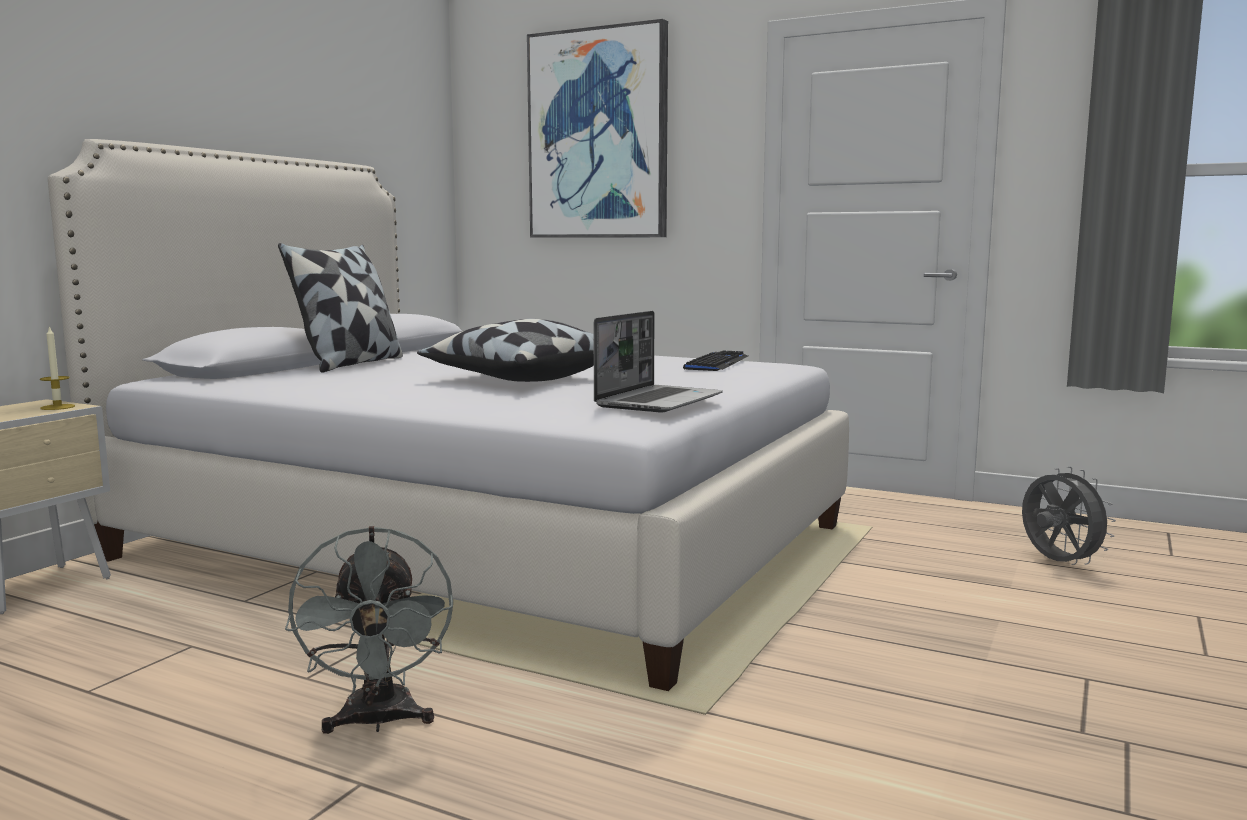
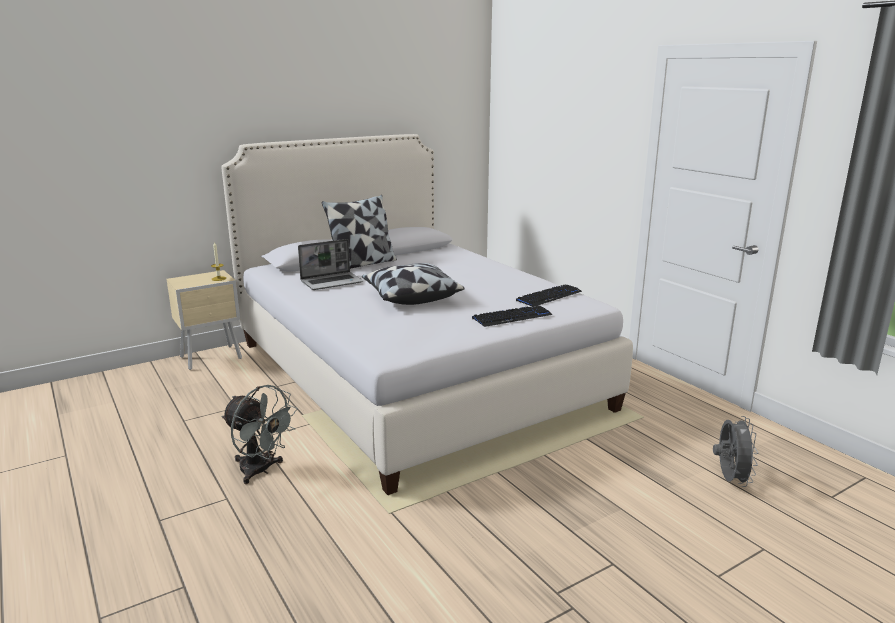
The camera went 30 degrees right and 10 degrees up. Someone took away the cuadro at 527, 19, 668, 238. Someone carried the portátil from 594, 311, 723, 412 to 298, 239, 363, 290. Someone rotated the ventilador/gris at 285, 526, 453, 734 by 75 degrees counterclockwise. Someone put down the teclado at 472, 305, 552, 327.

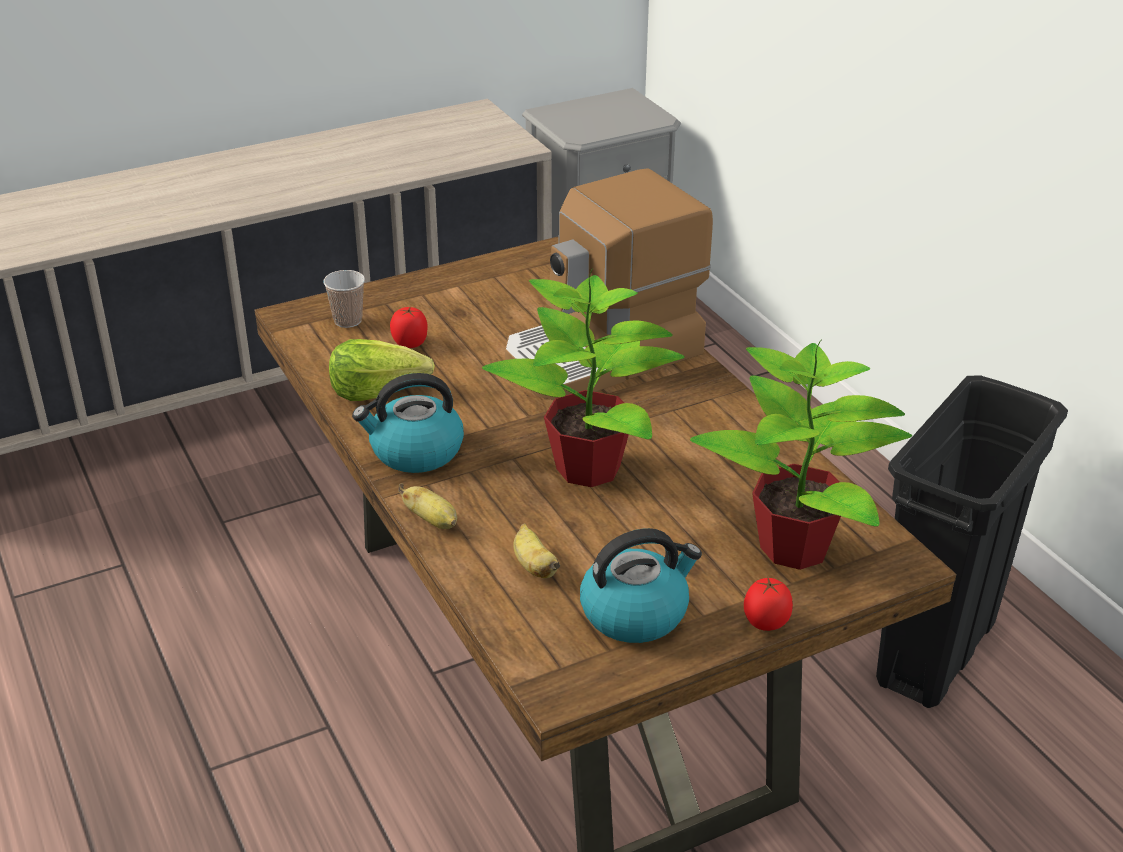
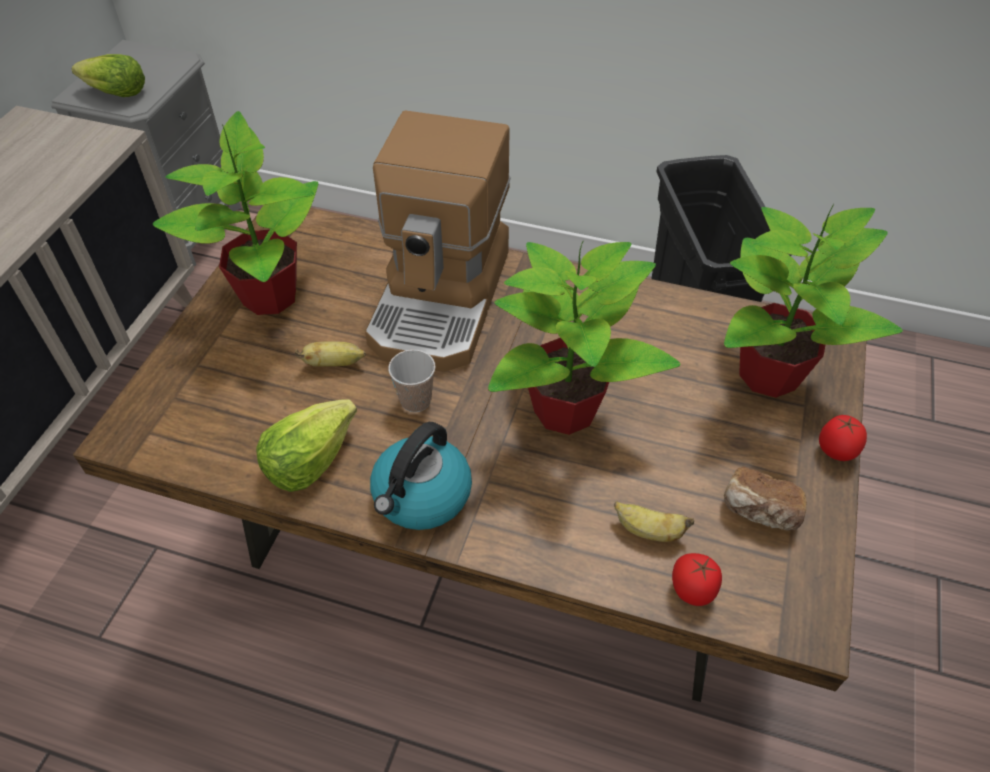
The camera went 45 degrees left and 15 degrees up. Someone carried the taza from 323, 270, 365, 328 to 388, 350, 435, 412. Someone carried the tomate from 390, 307, 428, 348 to 672, 553, 722, 606. Someone carried the plátano from 398, 483, 457, 529 to 295, 341, 366, 366. Someone swapped the hervidor at 580, 528, 702, 643 for the pan at 724, 467, 806, 531. Someone put down the lechuga at 71, 54, 145, 97. Someone put down the planta en maceta at 153, 111, 318, 315.

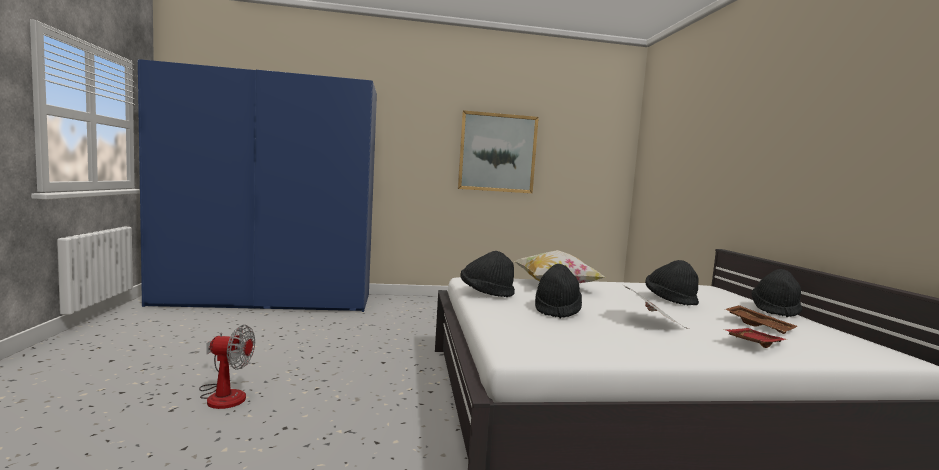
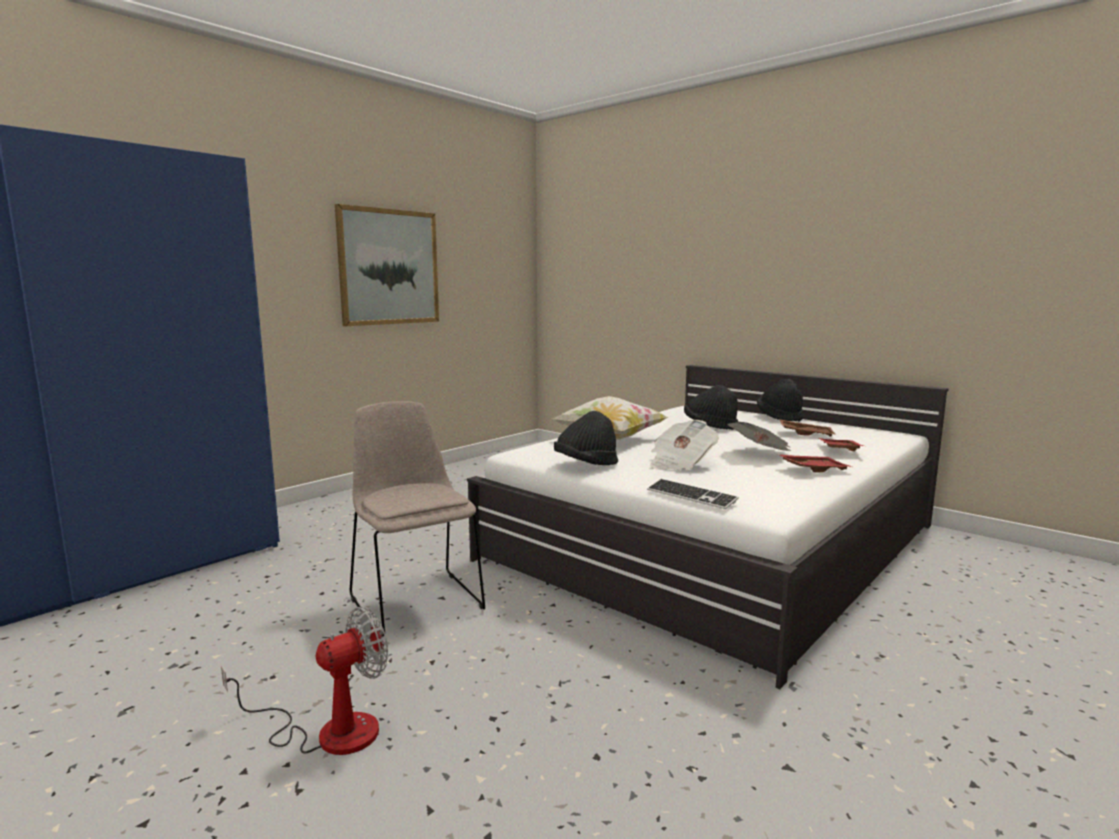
The camera went 40 degrees left and 5 degrees up. Someone swapped the sombrero/negro at 535, 264, 582, 318 for the periódico at 650, 420, 719, 470. Someone put down the silla/beis at 350, 401, 485, 636. Someone put down the bandeja/rojo at 778, 454, 852, 472. Someone put down the teclado at 647, 479, 739, 509.

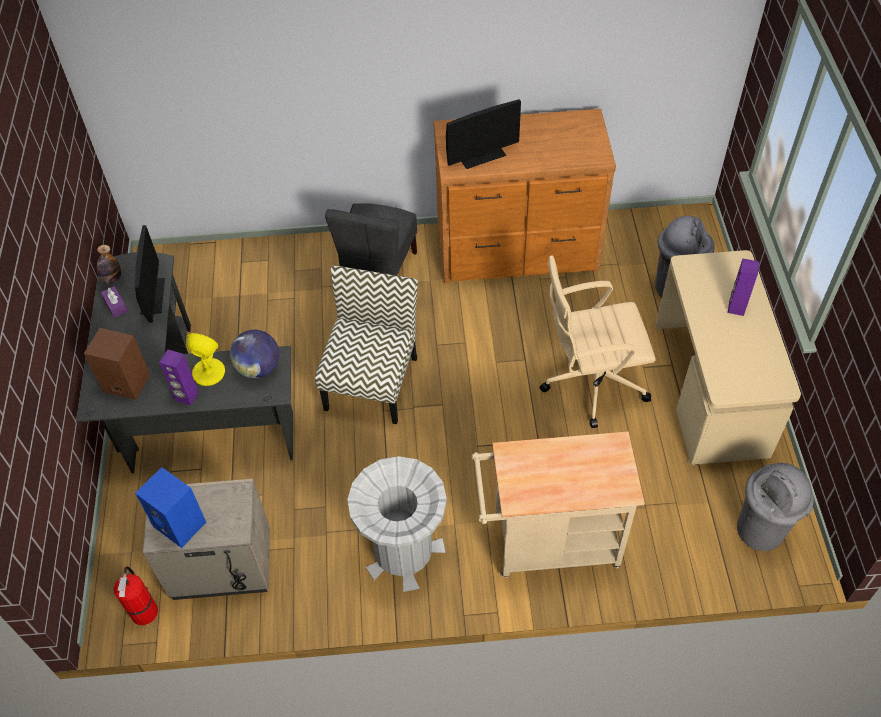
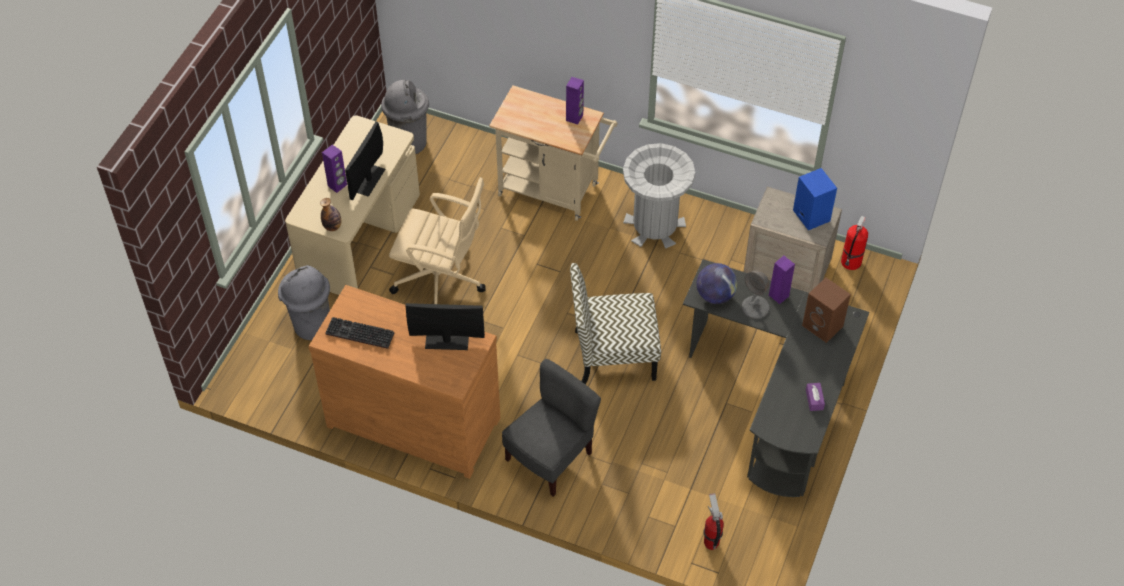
The camera went 155 degrees left and 0 degrees up. Someone carried the monitor from 135, 225, 165, 323 to 345, 121, 385, 200. Someone carried the botella from 97, 245, 121, 284 to 320, 198, 341, 231. Someone rotated the silla at 315, 266, 418, 424 by 45 degrees clockwise. Someone repainted the lámpara de mesa/amarillo at 187, 333, 225, 386, which became the lámpara de mesa/gris at 742, 270, 770, 319. Someone put down the altavoz/morado at 566, 77, 584, 124. Someone put down the teclado at 325, 317, 394, 349. Someone put down the extintor at 703, 493, 724, 550.

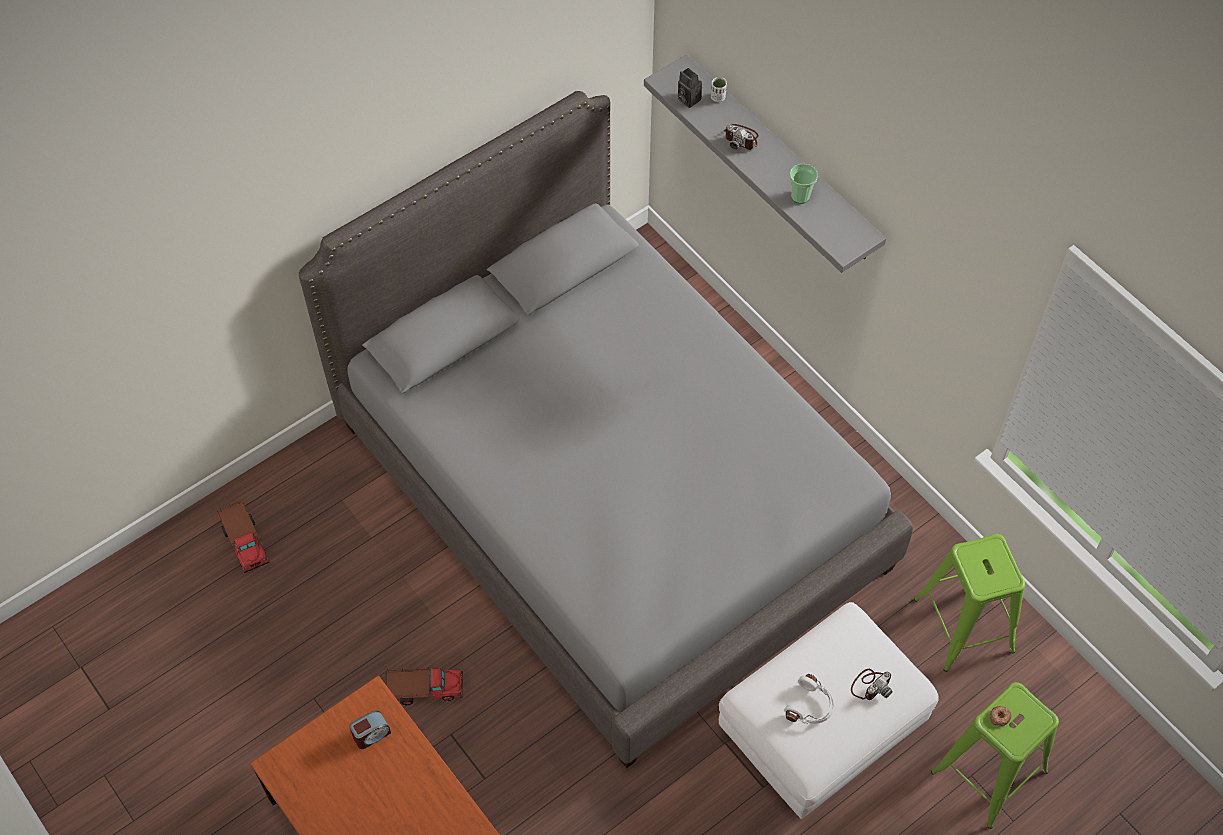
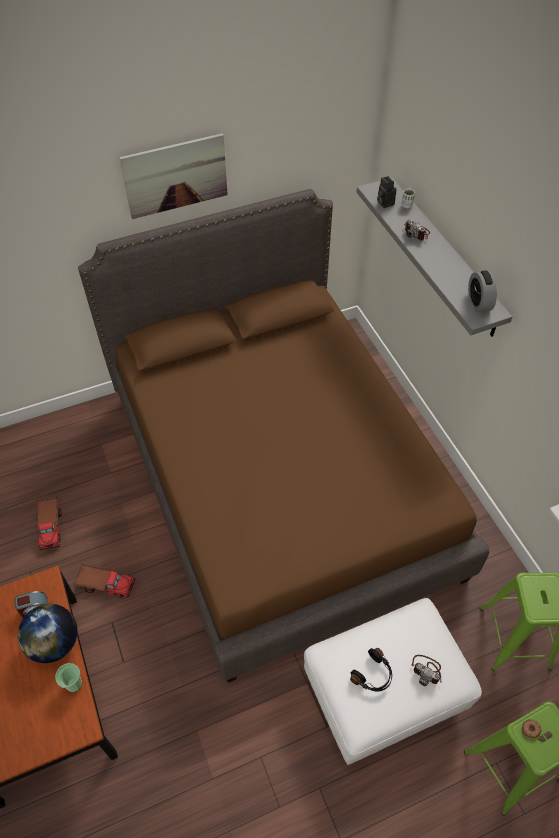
The camera went 15 degrees right and 5 degrees down. Someone repainted the cama/gris at 299, 91, 913, 768, which became the cama/marrón at 78, 189, 489, 683. Someone carried the taza from 789, 164, 818, 204 to 55, 663, 82, 692. Someone carried the camión de juguete from 217, 500, 270, 573 to 36, 496, 62, 550. Someone rotated the cámara at 851, 669, 893, 700 by 60 degrees clockwise. Someone repainted the auriculares/blanco at 784, 674, 834, 724, which became the auriculares/negro at 350, 648, 392, 691. Someone put up the cuadro at 119, 133, 228, 219. Someone put down the despertador at 468, 270, 497, 312. Someone put down the globo terráqueo at 18, 604, 78, 663.

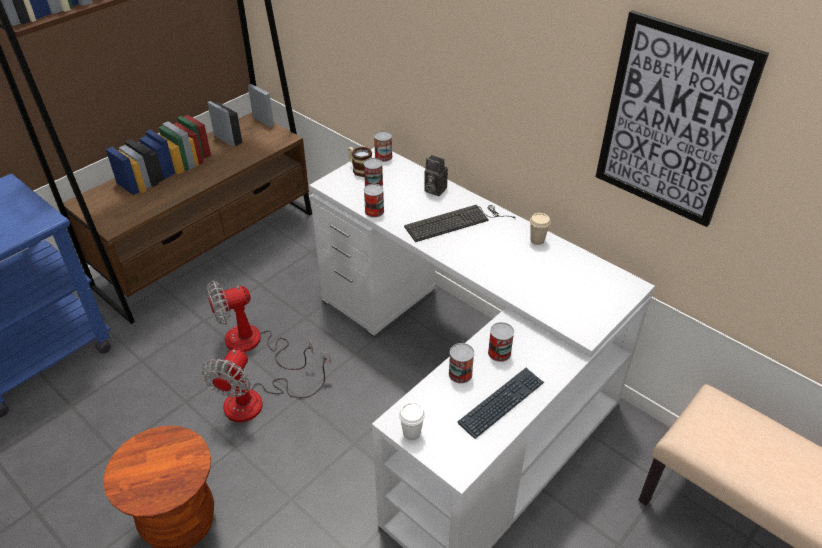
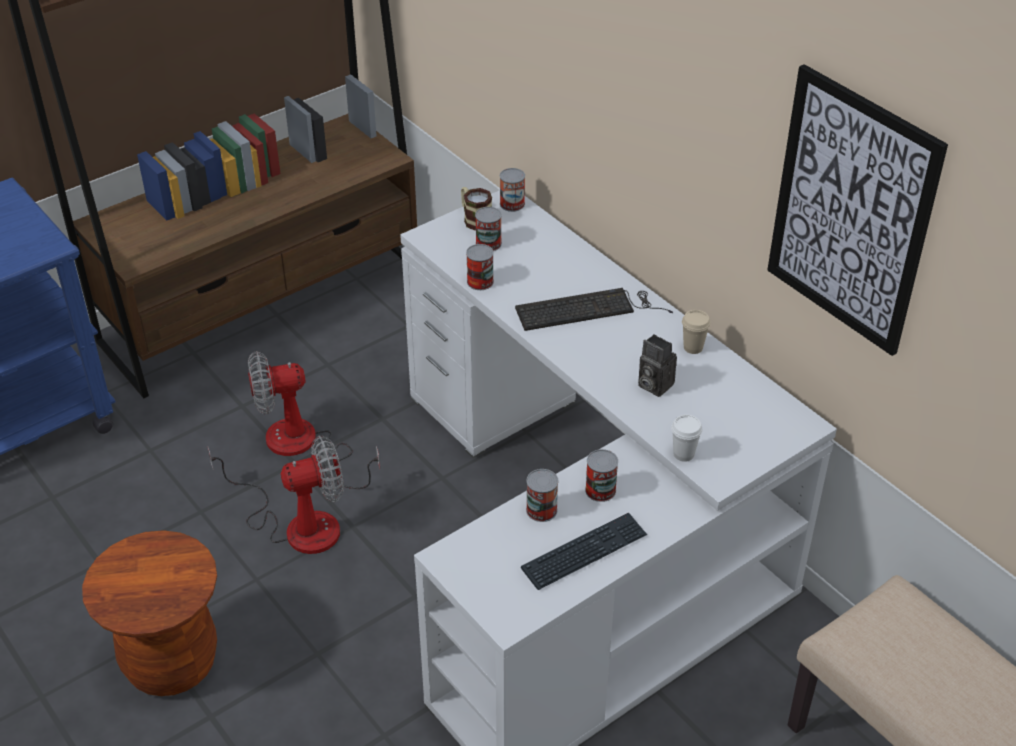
The camera went 10 degrees right and 0 degrees up. Someone carried the cámara from 424, 155, 448, 196 to 638, 334, 677, 397. Someone rotated the ventilador at 201, 349, 331, 422 by 135 degrees counterclockwise. Someone carried the taza/blanco from 399, 402, 425, 440 to 671, 414, 702, 462.

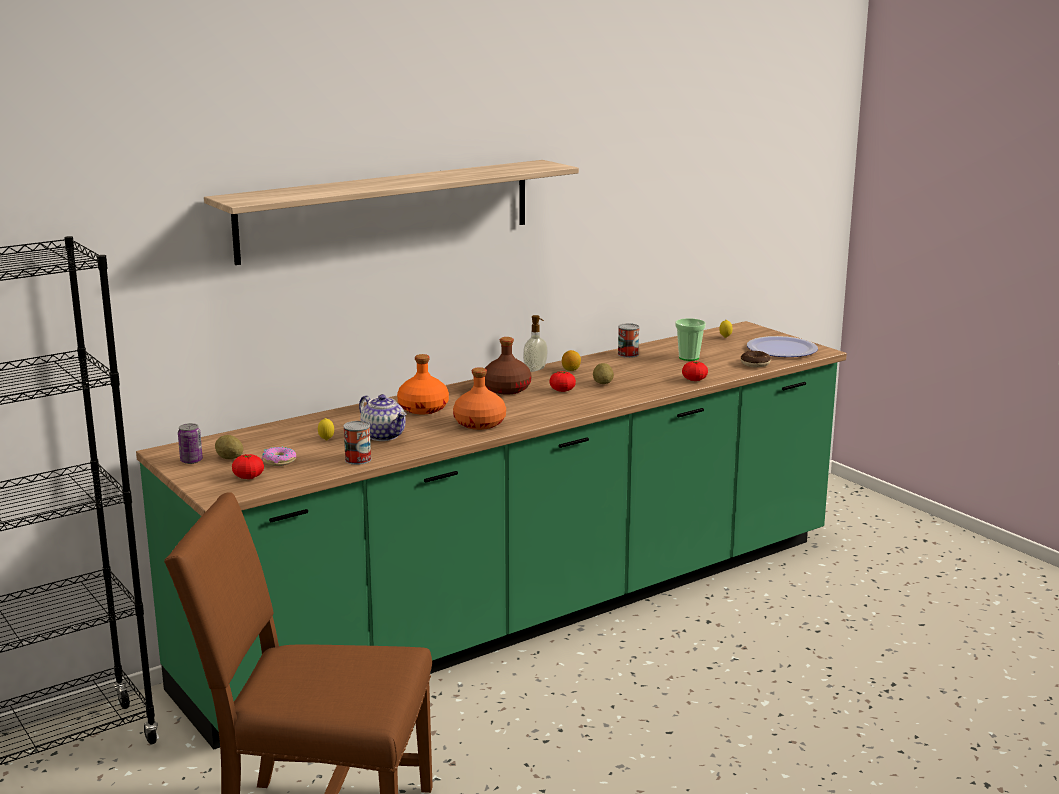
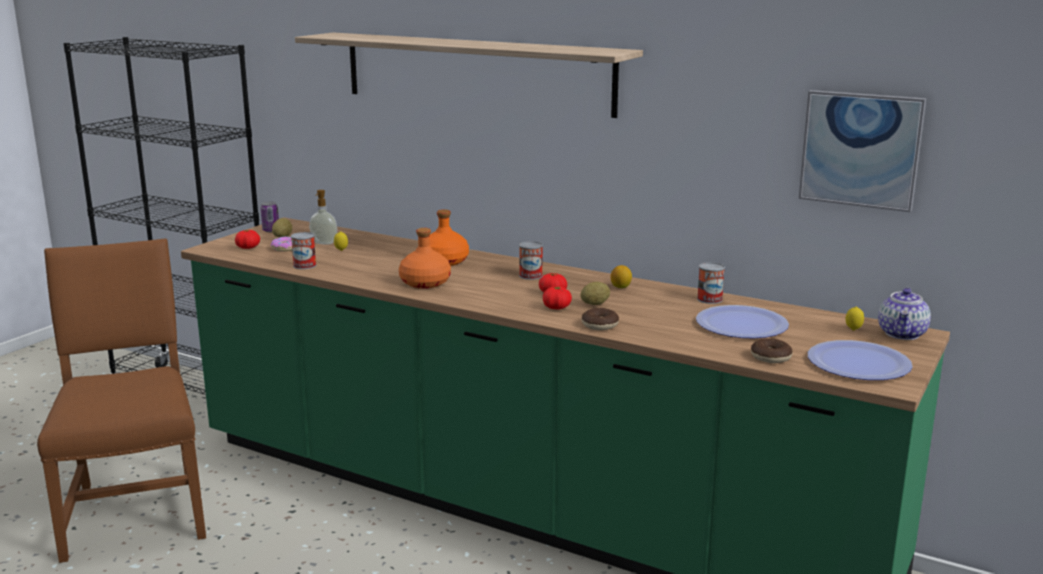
The camera went 65 degrees right and 0 degrees up. Someone carried the dispensador de jabón from 523, 315, 548, 372 to 309, 190, 337, 245. Someone swapped the taza at 675, 318, 706, 361 for the plato at 696, 305, 789, 338. Someone swapped the botella/marrón at 485, 337, 532, 394 for the lata at 519, 241, 543, 280. Someone carried the tomate from 682, 361, 708, 381 to 543, 286, 572, 310. Someone carried the tetera from 359, 394, 406, 441 to 878, 288, 931, 340. Someone put up the cuadro at 799, 90, 926, 212. Someone put down the rosquilla at 582, 308, 619, 330.

